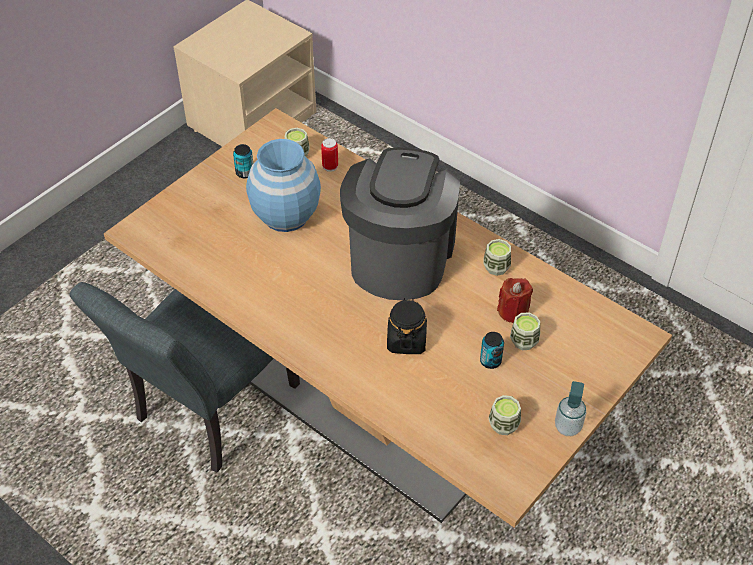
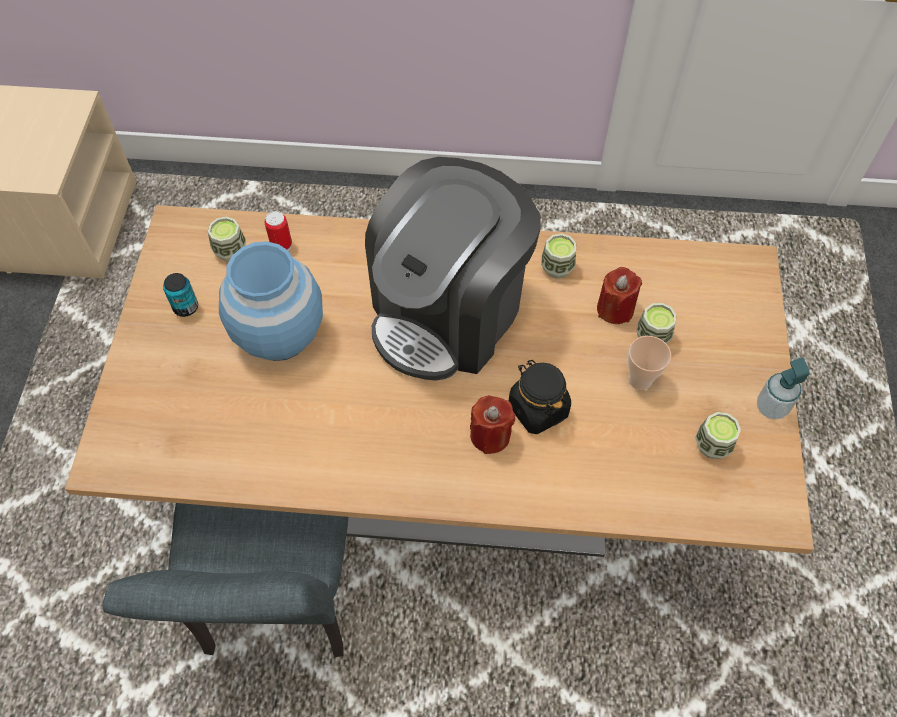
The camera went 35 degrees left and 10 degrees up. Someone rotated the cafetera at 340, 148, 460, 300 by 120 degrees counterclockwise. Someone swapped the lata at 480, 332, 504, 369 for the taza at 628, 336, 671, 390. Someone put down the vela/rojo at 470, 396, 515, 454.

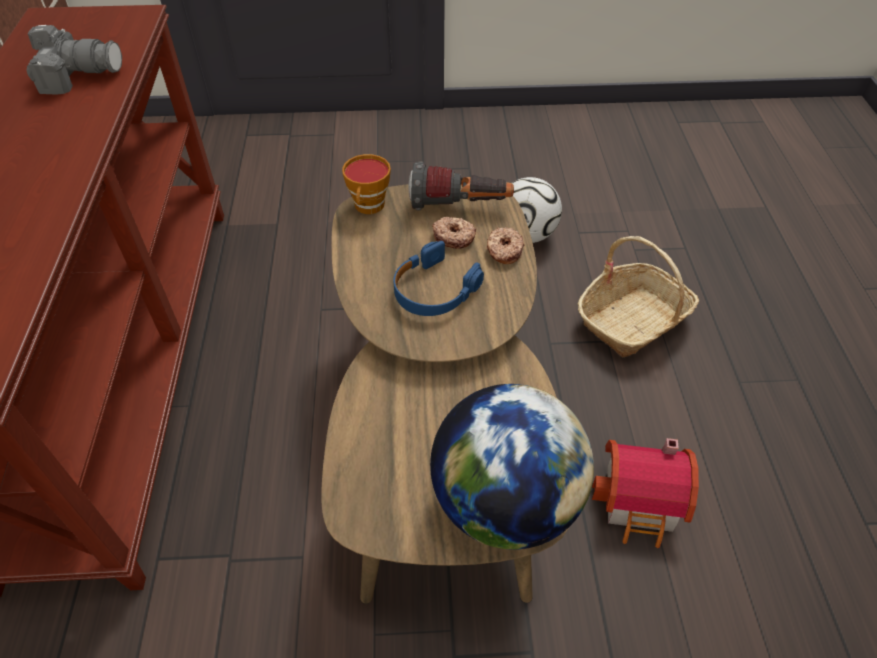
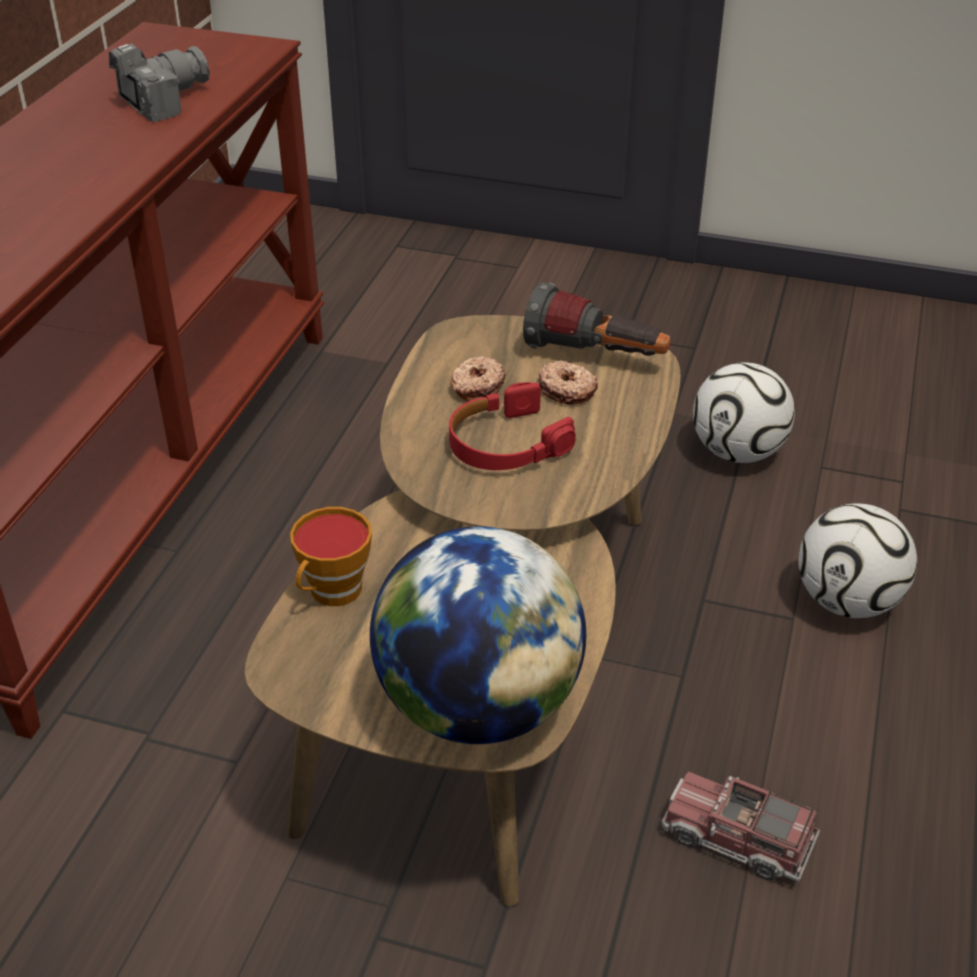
The camera went 20 degrees right and 10 degrees down. Someone rotated the cámara at 26, 25, 122, 95 by 60 degrees counterclockwise. Someone carried the taza from 342, 154, 391, 214 to 290, 507, 372, 606. Someone carried the rosquilla from 487, 227, 525, 264 to 450, 356, 506, 402. Someone swapped the cesta at 578, 236, 699, 357 for the balón de fútbol at 798, 504, 917, 618. Someone repainted the auriculares/azul at 393, 241, 484, 316, which became the auriculares/rojo at 449, 382, 576, 470. Someone swapped the casita at 592, 438, 699, 548 for the camión de juguete at 661, 772, 820, 882.

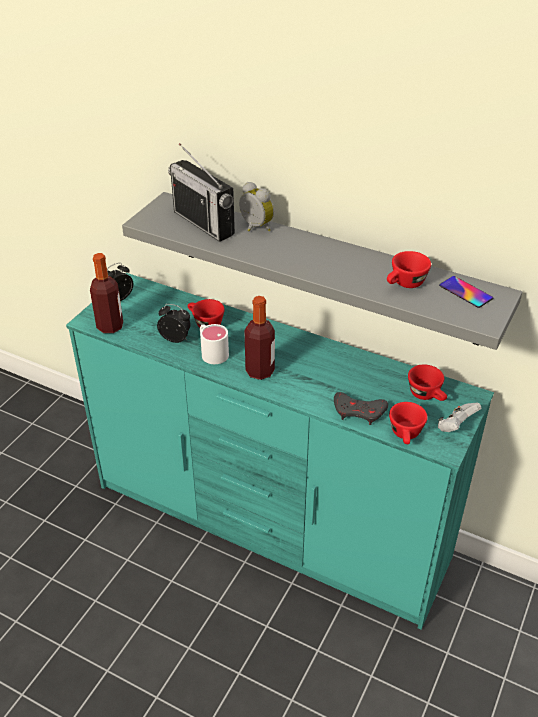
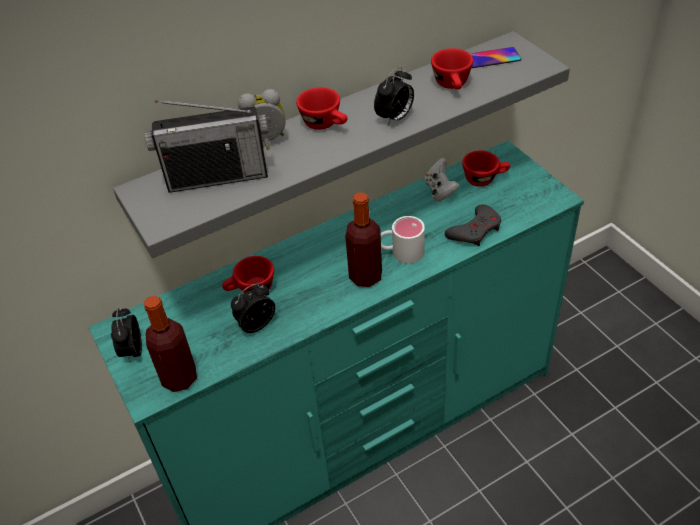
The camera went 55 degrees left and 5 degrees up. Someone carried the taza grande/blanco from 200, 324, 229, 364 to 381, 216, 425, 264. Someone carried the taza/rojo from 389, 402, 428, 444 to 296, 87, 348, 130. Someone carried the mando de consola/blanco from 438, 403, 481, 432 to 425, 158, 460, 201. Someone put down the despertador at 374, 67, 414, 126.

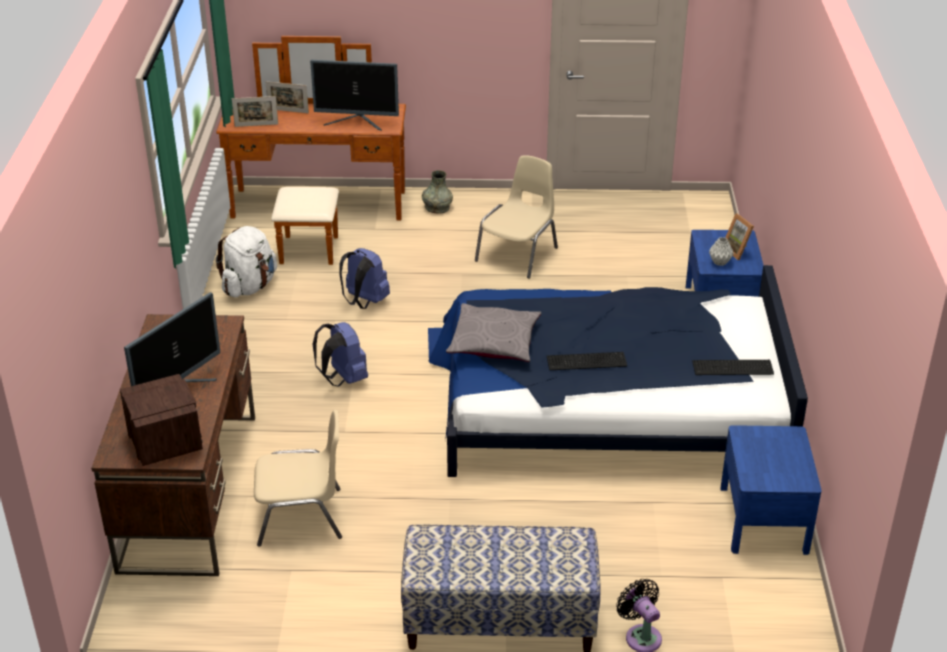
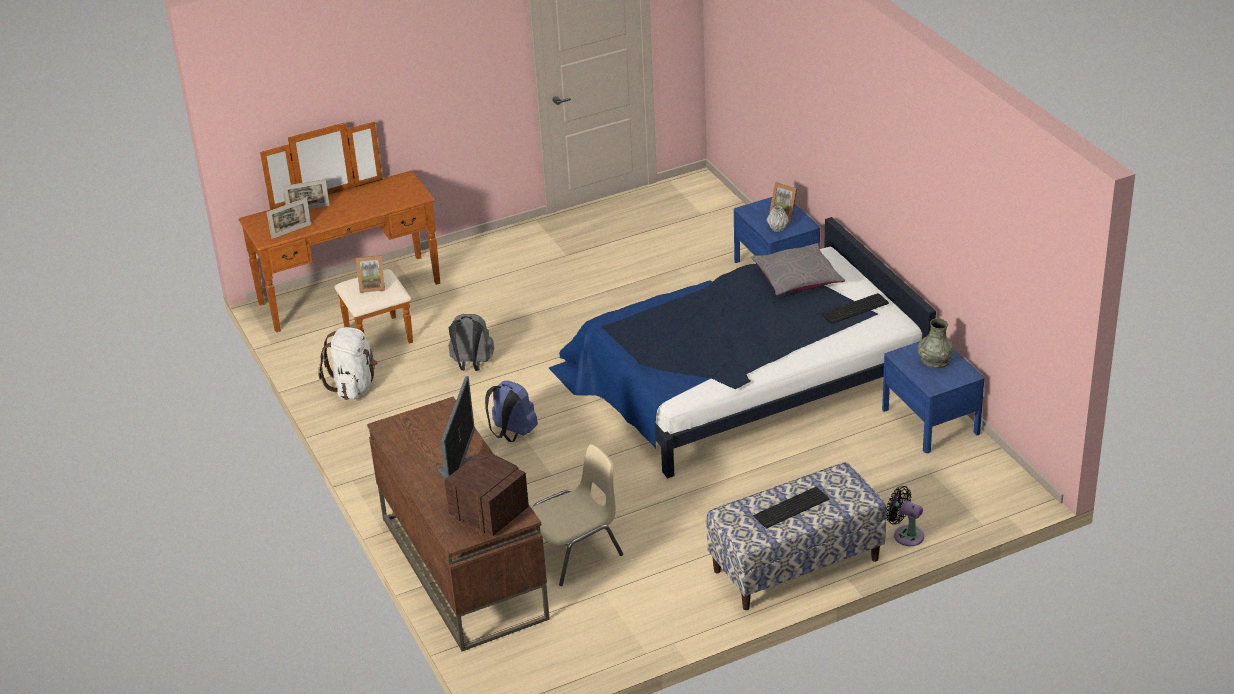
The camera went 25 degrees left and 0 degrees up. Someone took away the monitor at 310, 60, 399, 131. Someone took away the silla/beis at 475, 155, 558, 279. Someone carried the florero/gris from 422, 170, 453, 214 to 918, 318, 953, 368. Someone repainted the mochila/azul at 339, 248, 390, 309, which became the mochila/gris at 449, 314, 494, 371. Someone carried the cojín/gris from 446, 303, 542, 362 to 752, 243, 845, 296. Someone carried the teclado from 547, 352, 627, 370 to 753, 487, 829, 529. Someone put down the portarretratos at 356, 255, 385, 293.

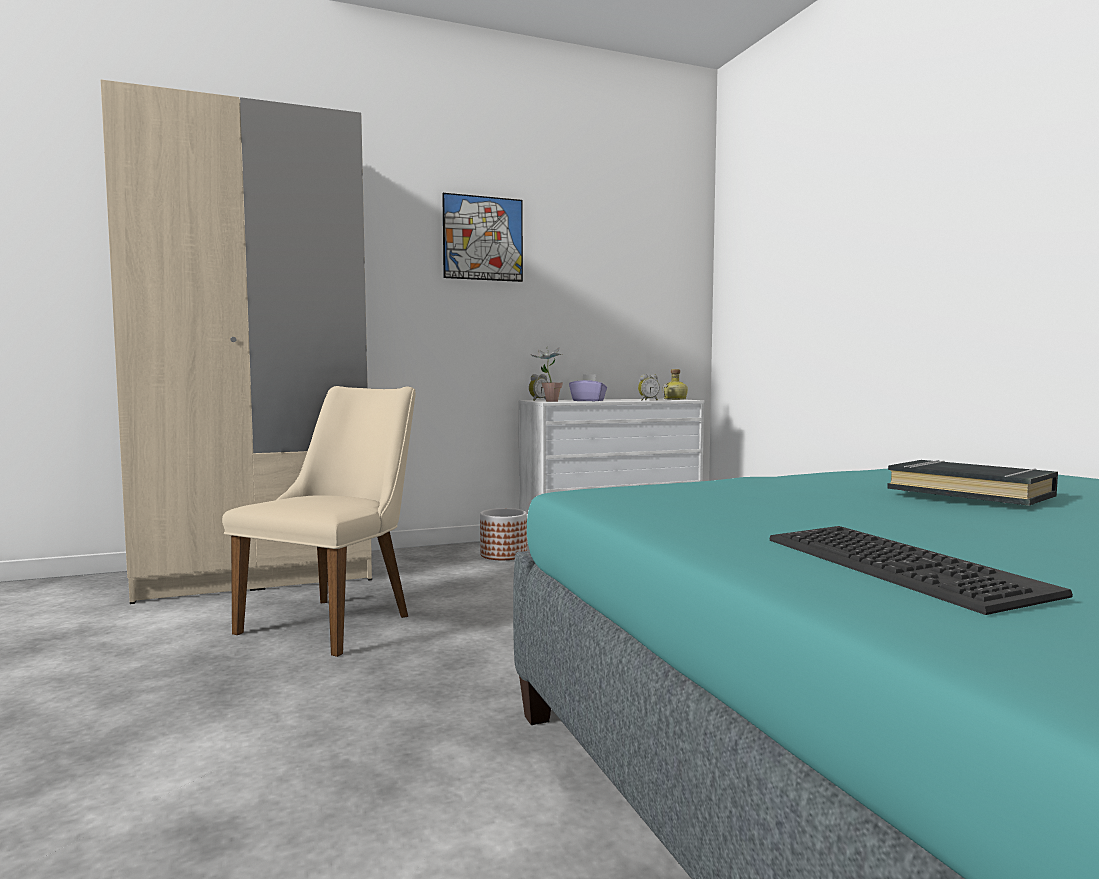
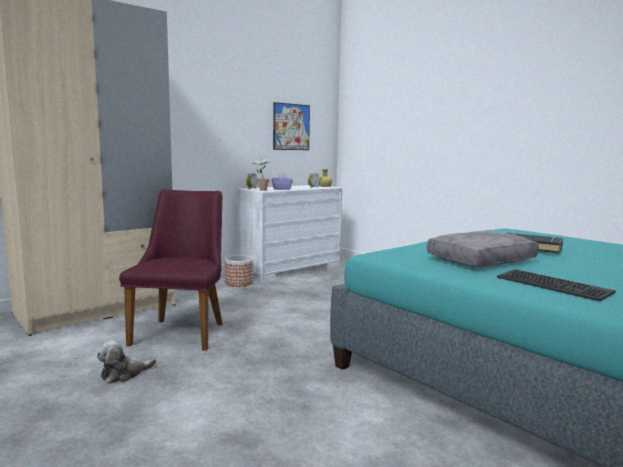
The camera went 20 degrees left and 5 degrees up. Someone carried the cuadro from 442, 193, 523, 282 to 273, 102, 310, 150. Someone repainted the silla/beis at 222, 386, 416, 657, which became the silla/morado at 119, 189, 223, 351. Someone put down the cojín/gris at 427, 231, 539, 267. Someone put down the peluche at 97, 340, 156, 384.

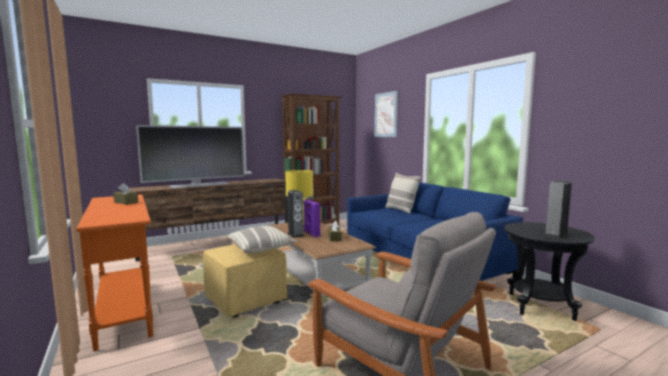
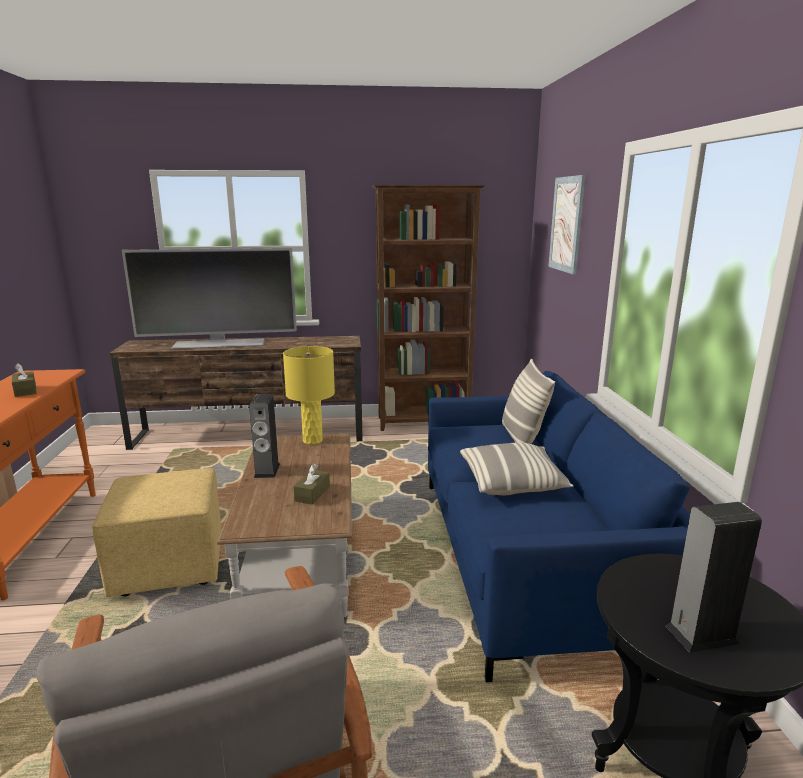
The camera went 25 degrees right and 10 degrees up. Someone took away the altavoz/morado at 304, 200, 320, 237. Someone carried the cojín from 227, 226, 296, 254 to 460, 443, 573, 495.

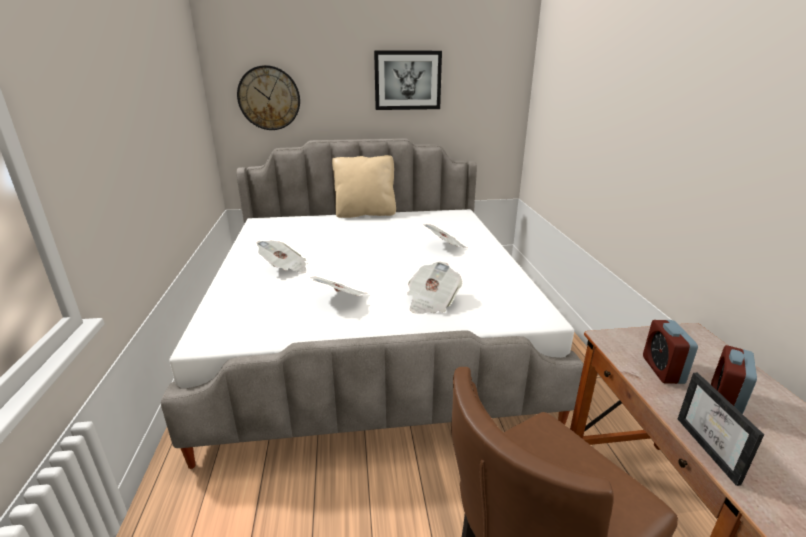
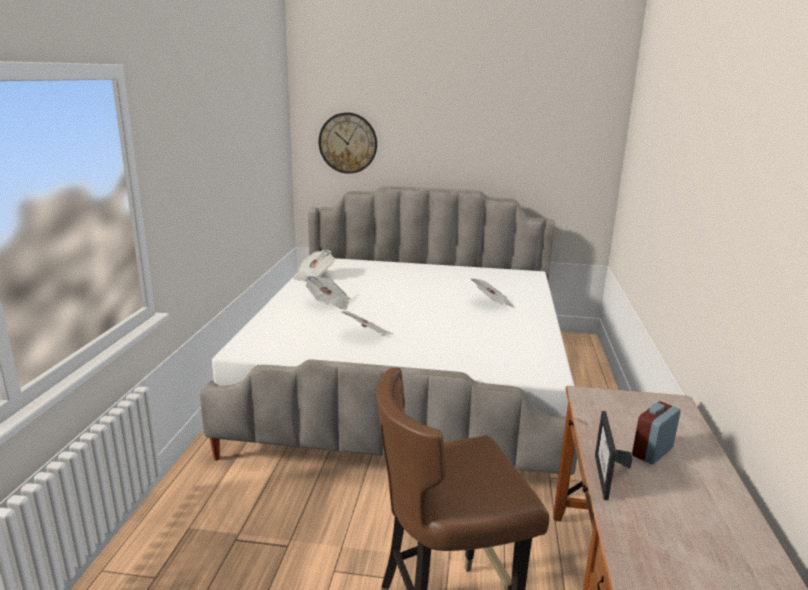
The camera went 15 degrees right and 5 degrees down. Someone took away the cuadro at 374, 51, 442, 110. Someone took away the cojín/beis at 332, 155, 396, 218. Someone carried the periódico from 408, 262, 462, 314 to 293, 250, 335, 281. Someone took away the despertador at 643, 320, 698, 384.

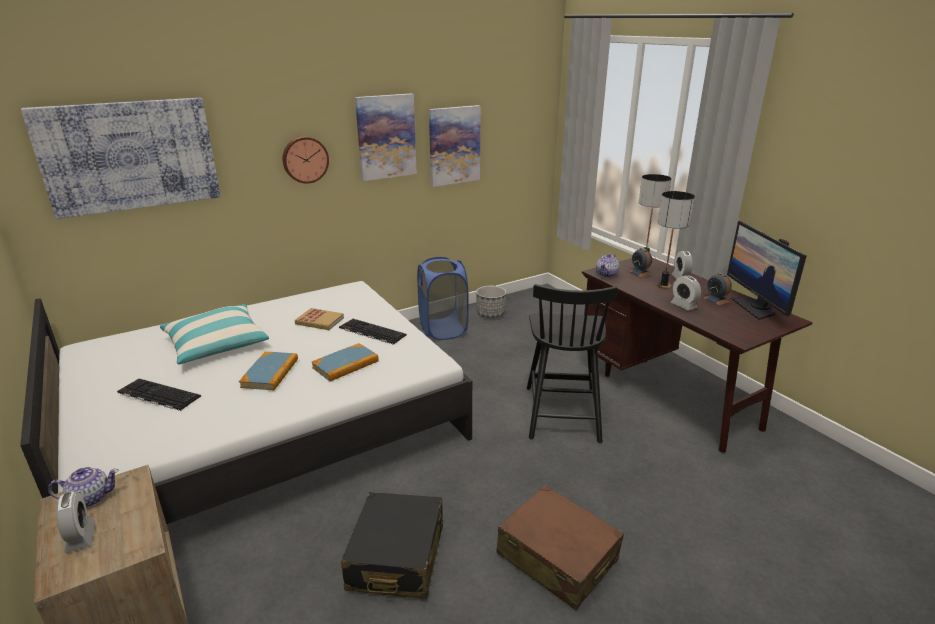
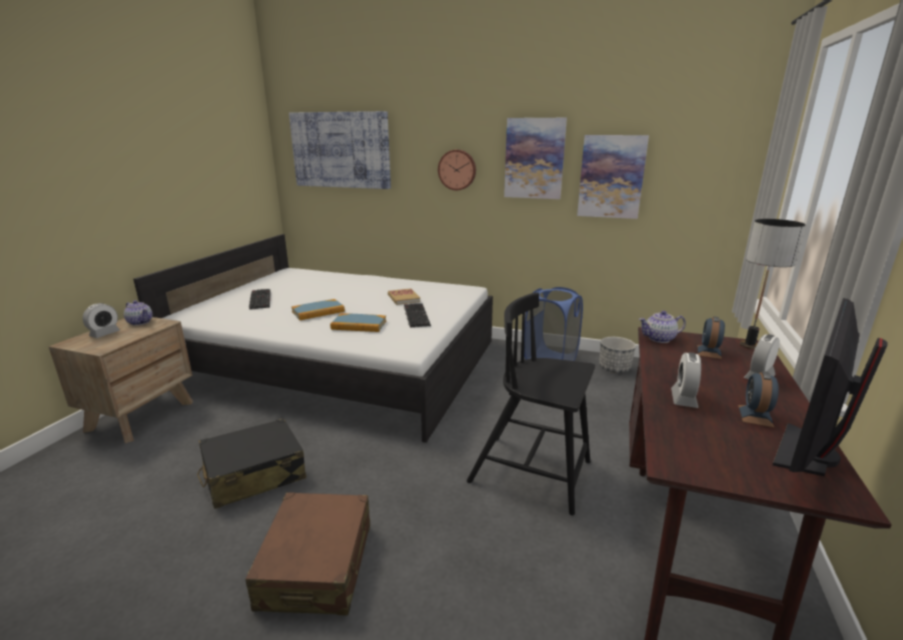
The camera went 50 degrees right and 5 degrees down. Someone took away the lámpara de mesa at 657, 191, 695, 289. Someone rotated the silla/negro at 527, 284, 617, 443 by 60 degrees clockwise. Someone took away the cojín at 160, 304, 269, 365.

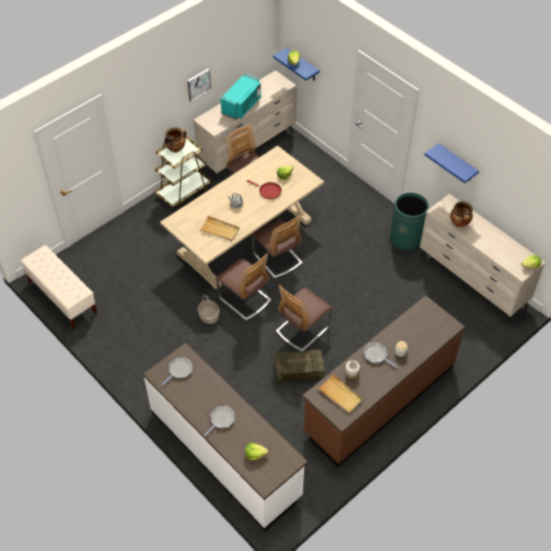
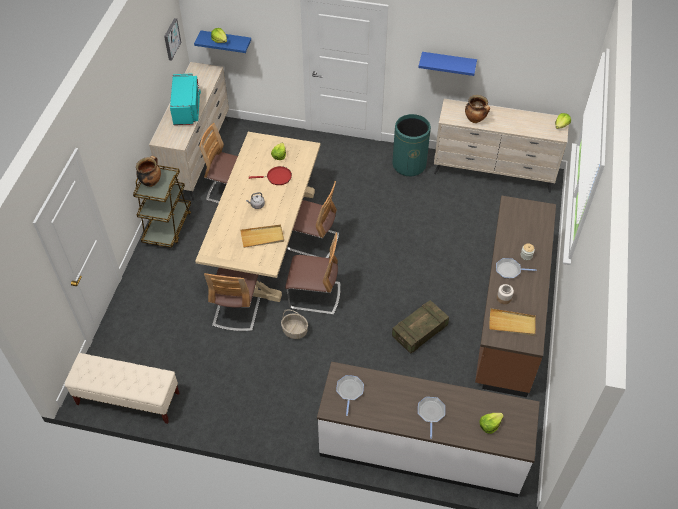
The camera went 35 degrees left and 0 degrees up. Someone carried the cuadro from 187, 69, 211, 102 to 164, 18, 181, 60. Someone carried the silla from 276, 285, 332, 351 to 204, 268, 261, 331.

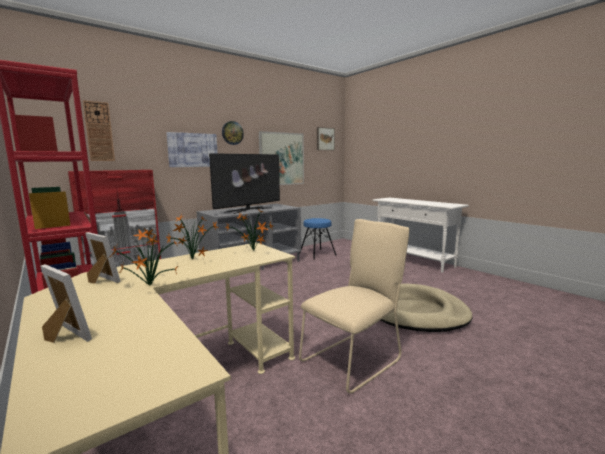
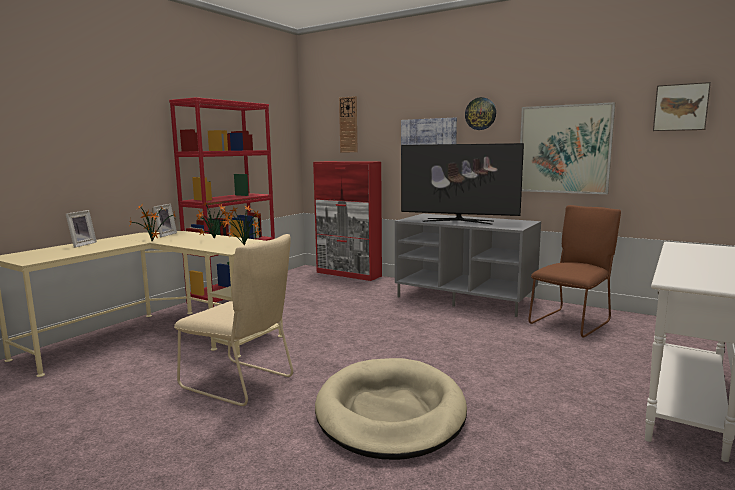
The camera went 70 degrees right and 0 degrees up. Someone swapped the taburete/azul at 299, 218, 336, 260 for the silla/marrón at 528, 205, 621, 338.

